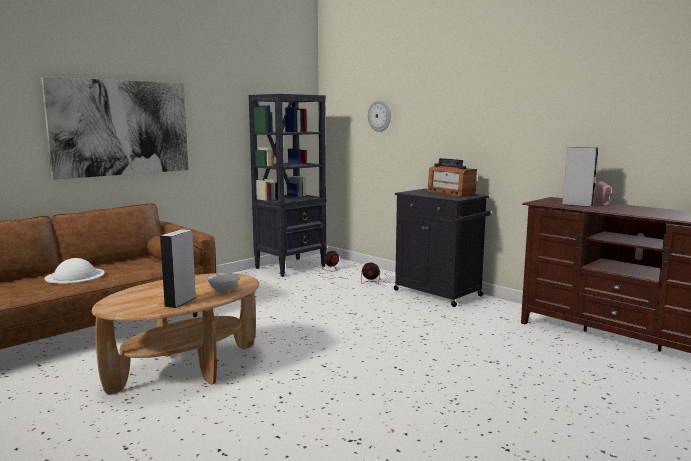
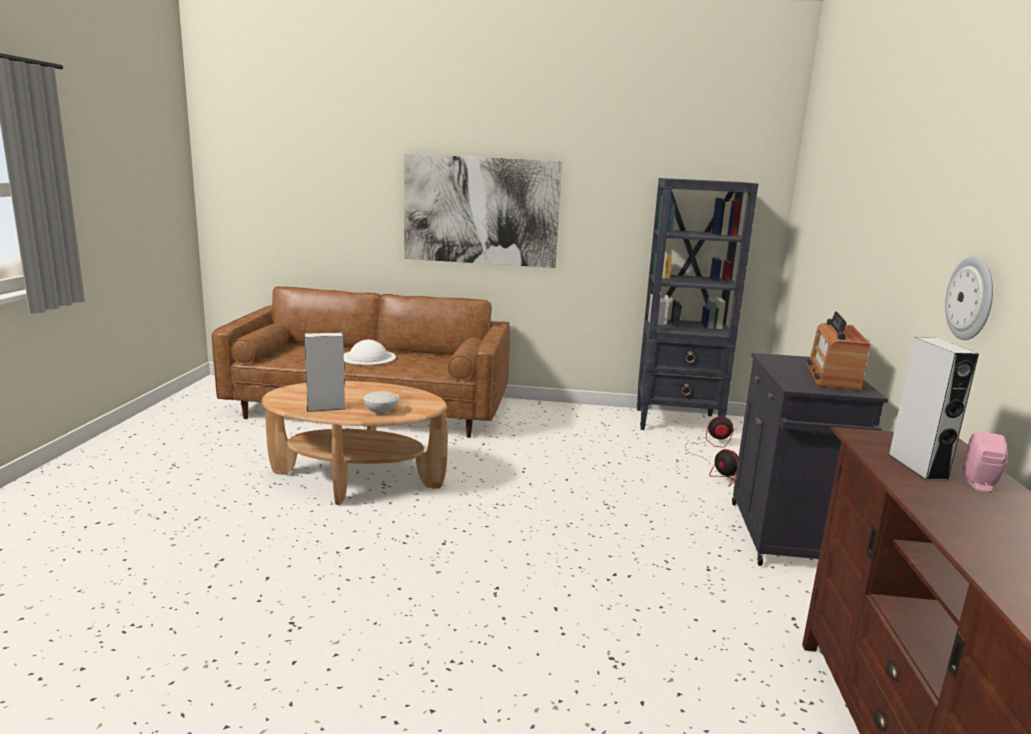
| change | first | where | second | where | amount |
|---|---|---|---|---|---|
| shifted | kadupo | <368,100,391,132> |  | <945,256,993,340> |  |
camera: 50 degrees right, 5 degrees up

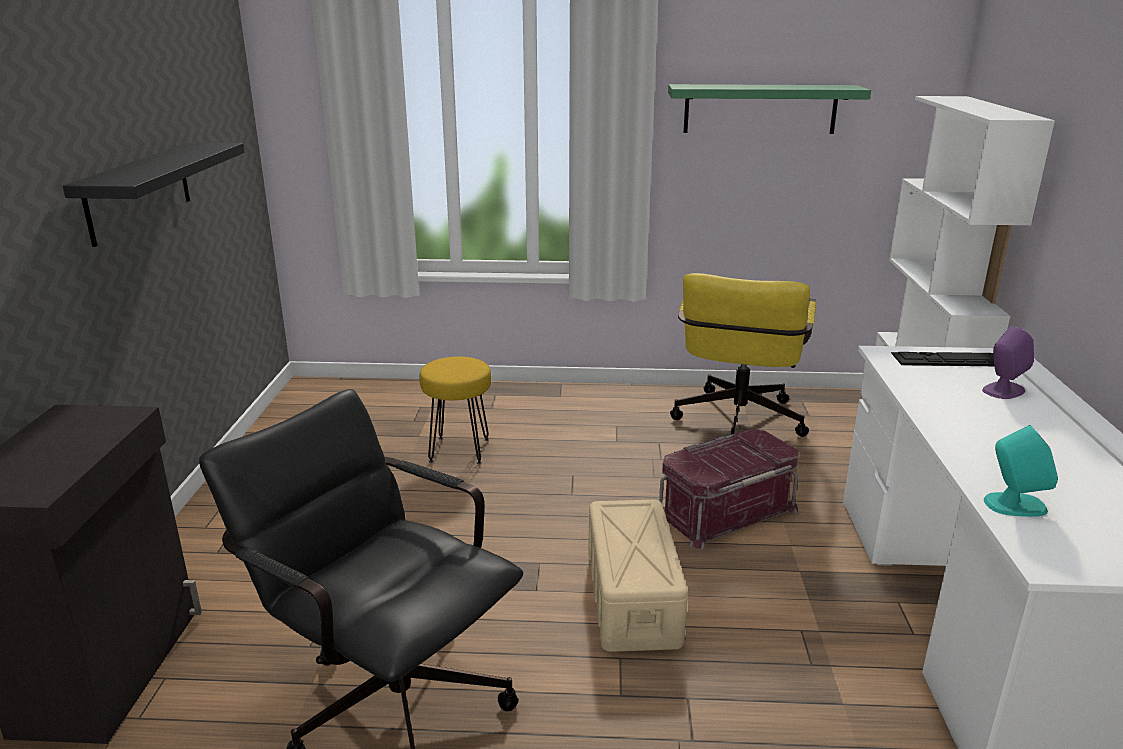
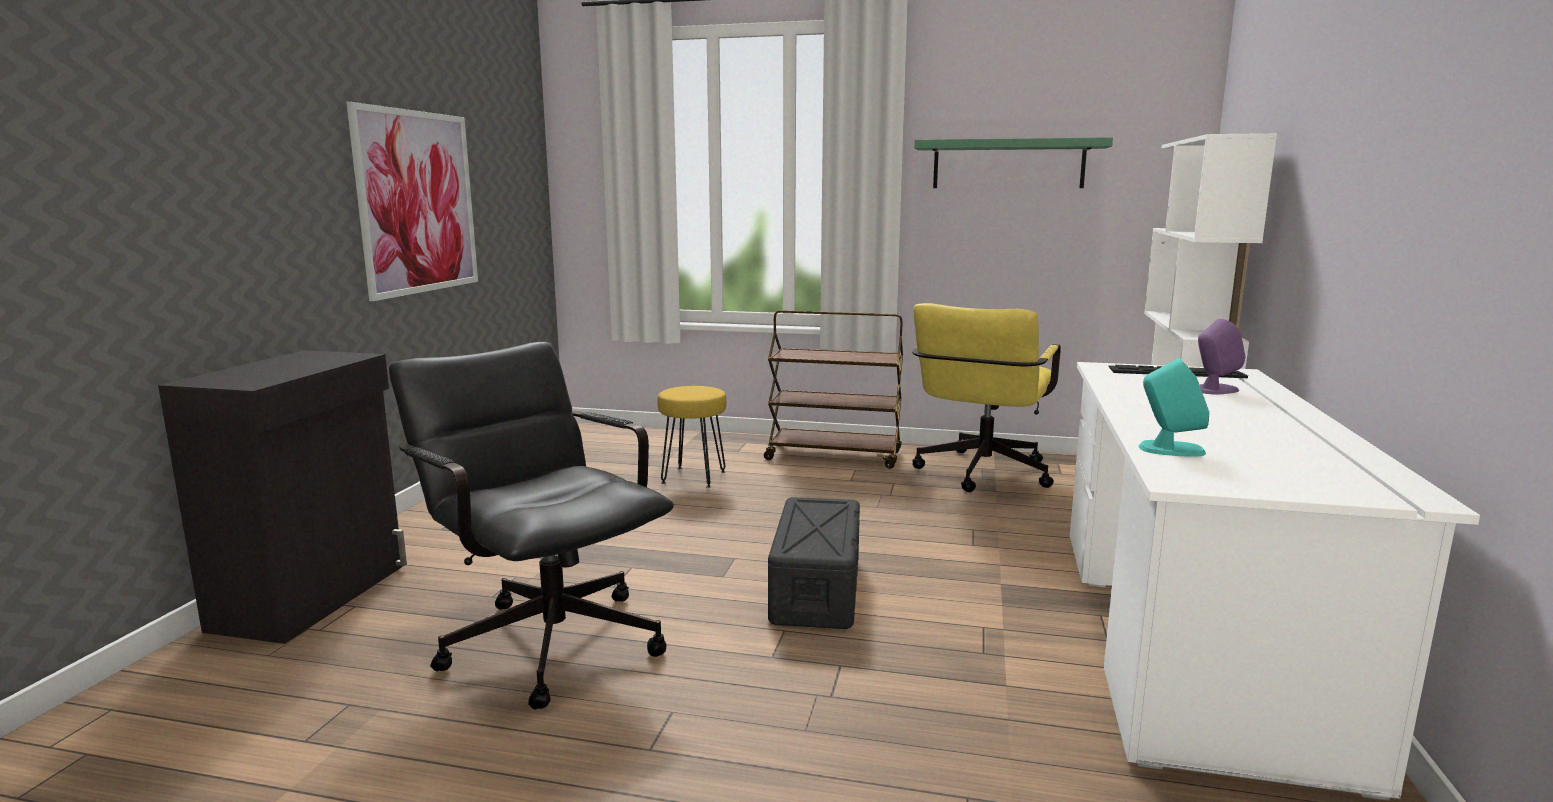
| change | first | where | second | where | amount |
|---|---|---|---|---|---|
| swapped | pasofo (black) | <63,142,245,247> | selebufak | <346,102,478,301> |  |
| repainted | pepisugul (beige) | <588,500,688,652> | pepisugul (black) | <768,497,860,629> |  |
| gone | pepisugul (red) | <659,429,799,549> |  |  |  |
| new |  |  | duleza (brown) | <764,310,903,469> |  |
camera: 10 degrees right, 10 degrees down

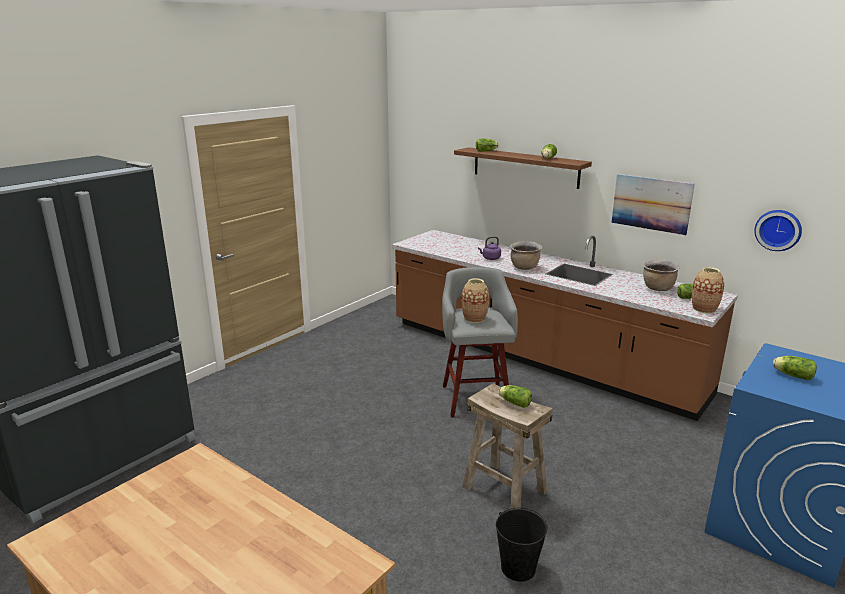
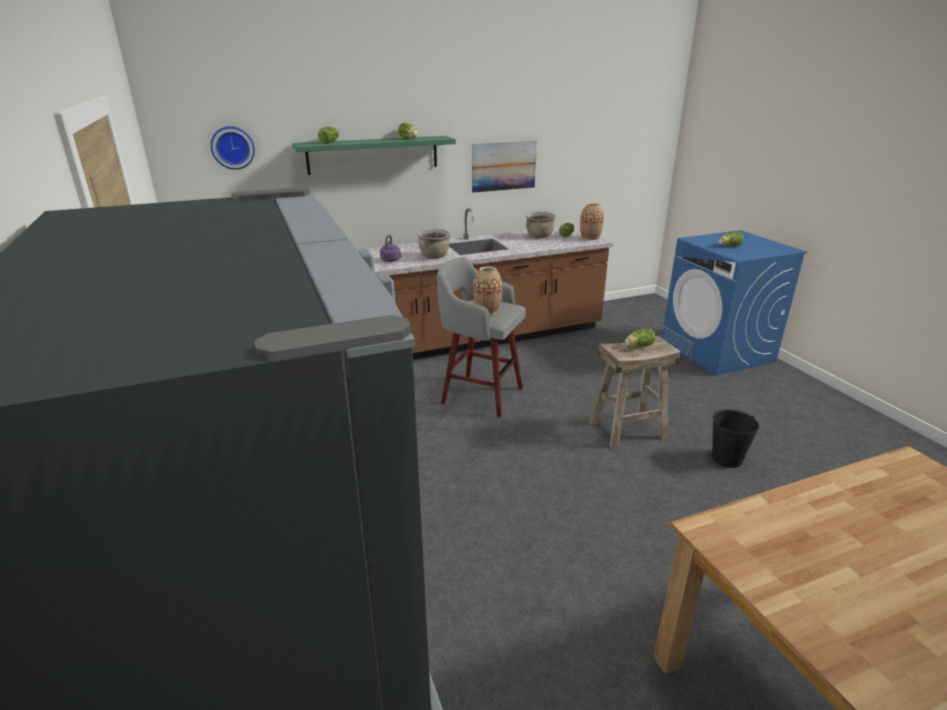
| change | first | where | second | where | amount |
|---|---|---|---|---|---|
| repainted | pasofo (brown) | <454,147,592,189> | pasofo (green) | <292,136,456,175> |  |
| shifted | kadupo | <754,210,802,251> |  | <210,126,255,170> |  |
camera: 60 degrees left, 5 degrees up

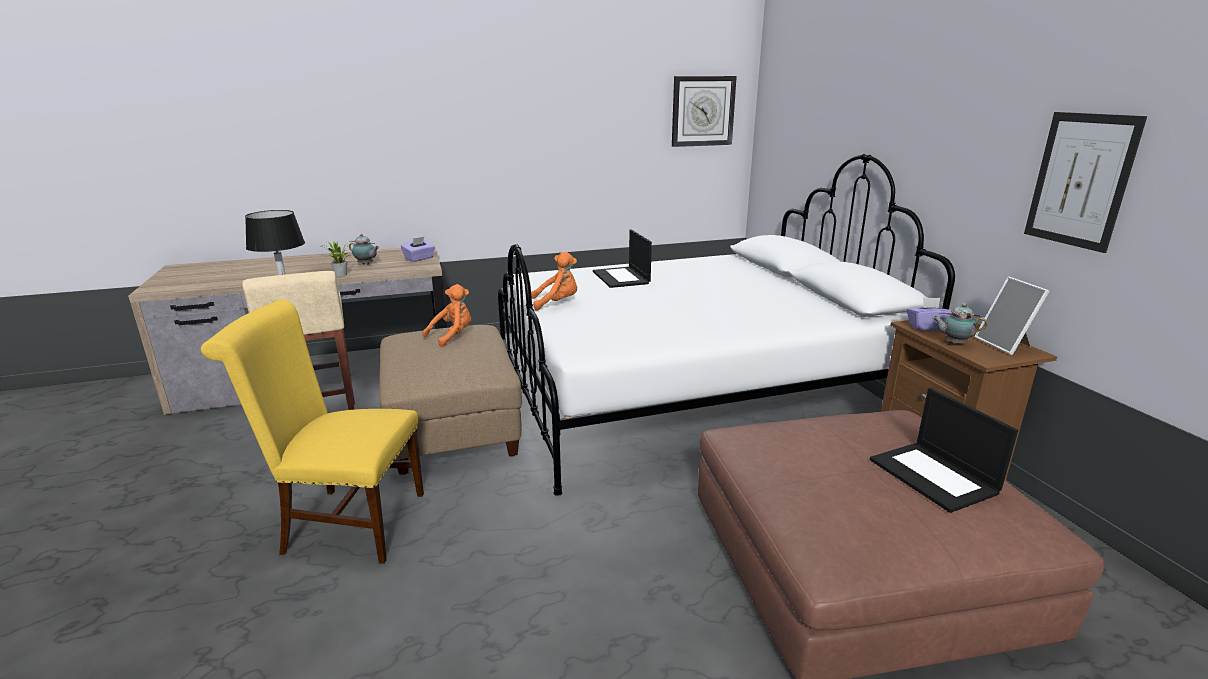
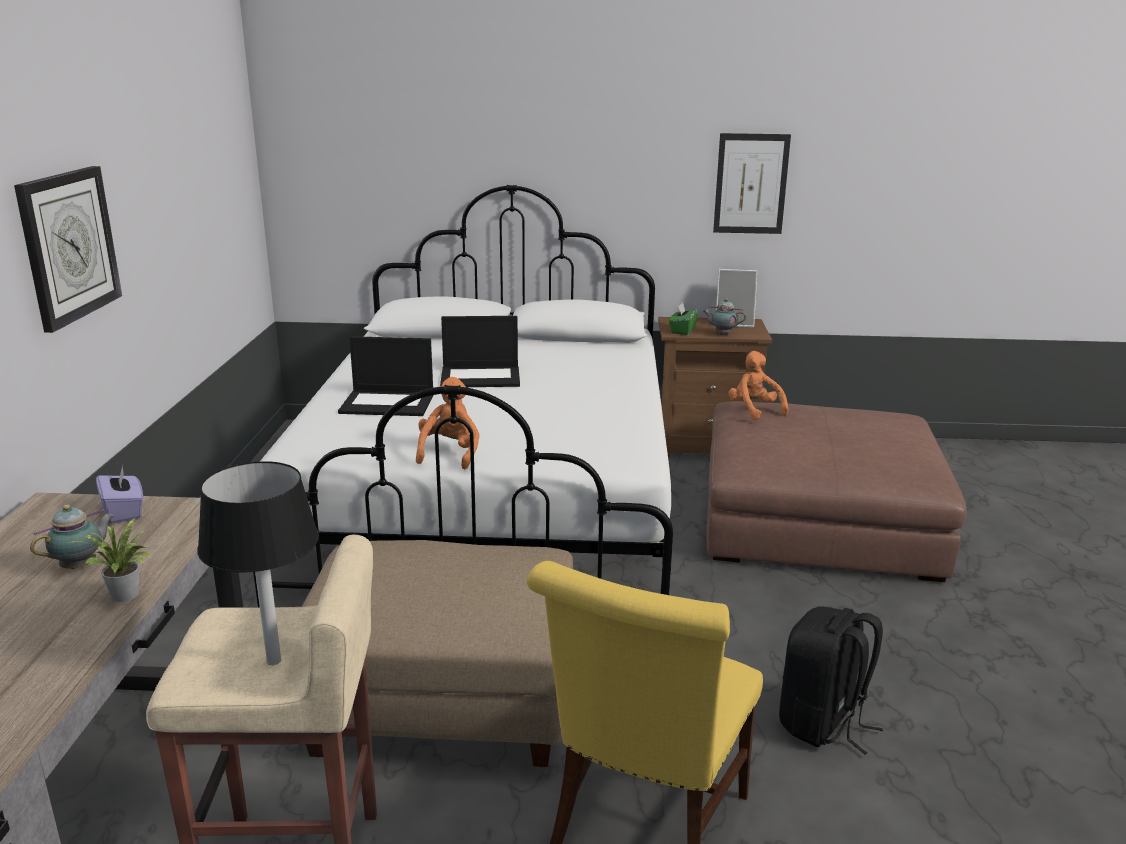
| change | first | where | second | where | amount |
|---|---|---|---|---|---|
| shifted | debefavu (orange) | <422,284,471,347> |  | <728,351,789,420> |  |
| shifted | kadupo | <672,76,737,147> |  | <14,166,122,333> |  |
| shifted | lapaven | <870,388,1018,513> |  | <440,316,520,387> |  |
| repainted | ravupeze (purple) | <907,297,952,330> | ravupeze (green) | <669,303,698,335> |  |
| rotated | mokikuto | <932,303,988,344> |  | <703,298,746,335> | 75 degrees clockwise |
| new |  |  | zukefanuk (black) | <779,606,883,755> |  |
camera: 70 degrees left, 0 degrees up

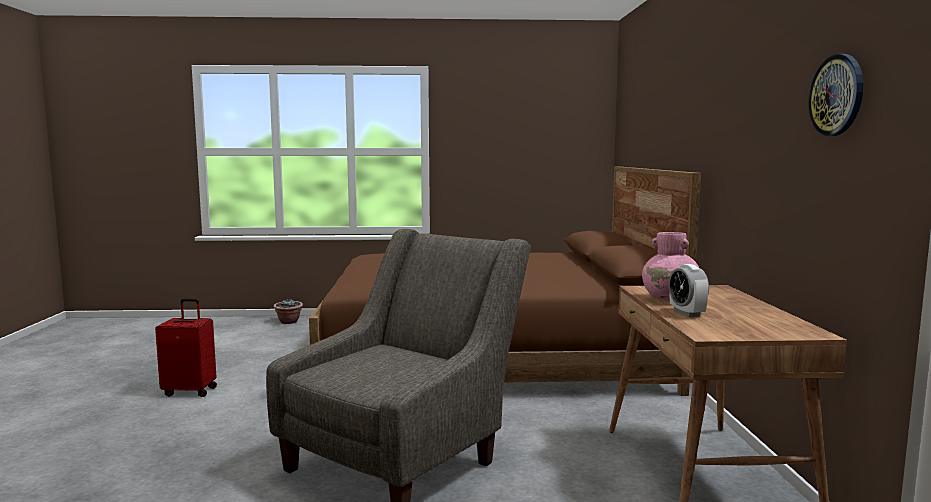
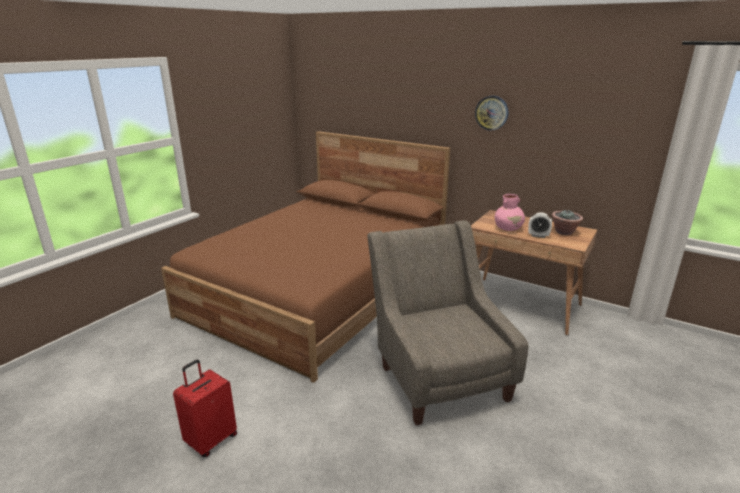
| change | first | where | second | where | amount |
|---|---|---|---|---|---|
| shifted | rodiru | <273,299,303,324> |  | <552,210,583,235> |  |
| shifted | kadupo | <808,54,863,136> |  | <475,96,508,131> |  |
camera: 55 degrees left, 15 degrees up

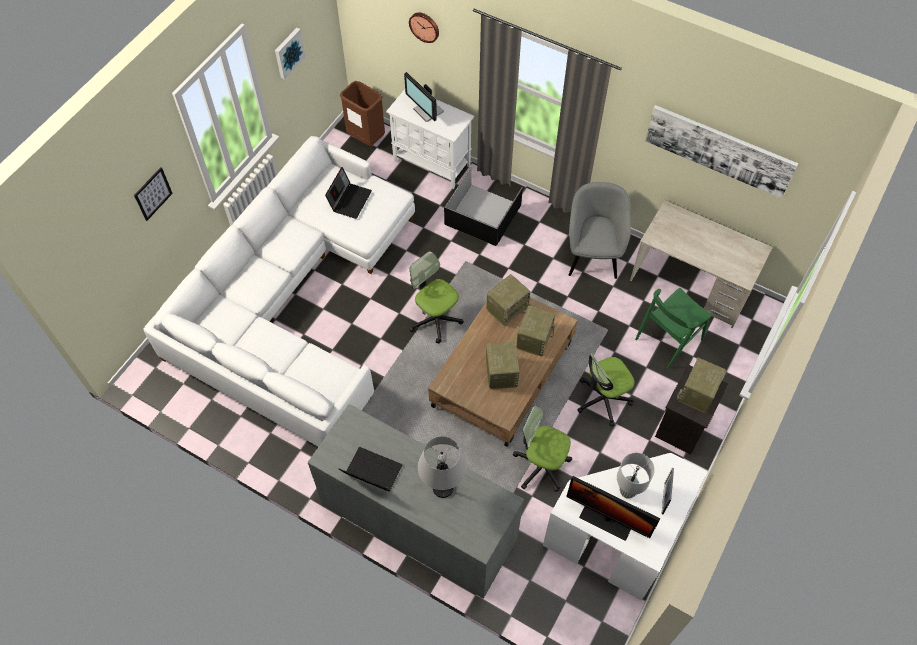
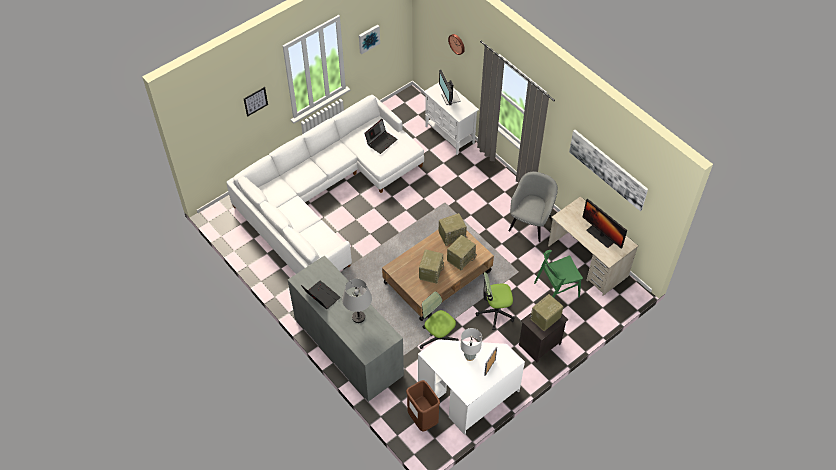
| change | first | where | second | where | amount |
|---|---|---|---|---|---|
| shifted | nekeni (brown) | <340,81,385,146> |  | <406,380,440,432> |  |
| gone | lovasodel | <409,251,464,343> |  |  |  |
| gone | pepisugul (black) | <444,167,523,246> |  |  |  |
| shifted | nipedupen | <566,476,660,541> |  | <583,199,627,248> |  |
camera: 20 degrees right, 5 degrees down

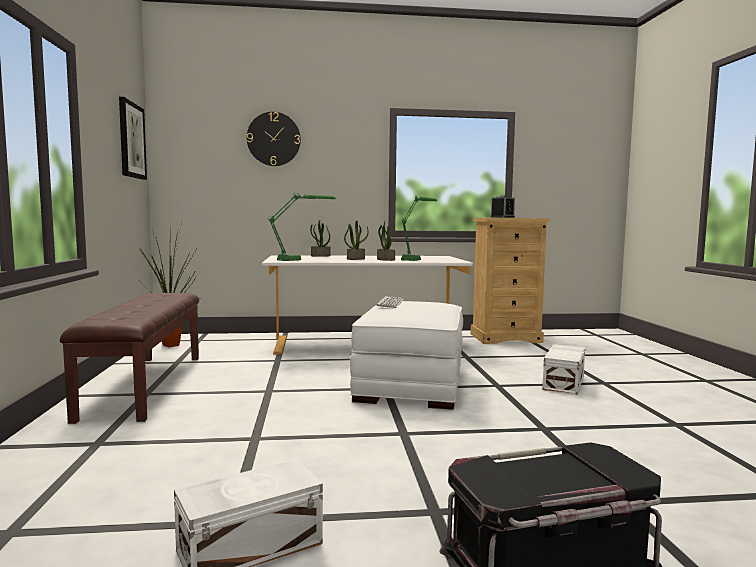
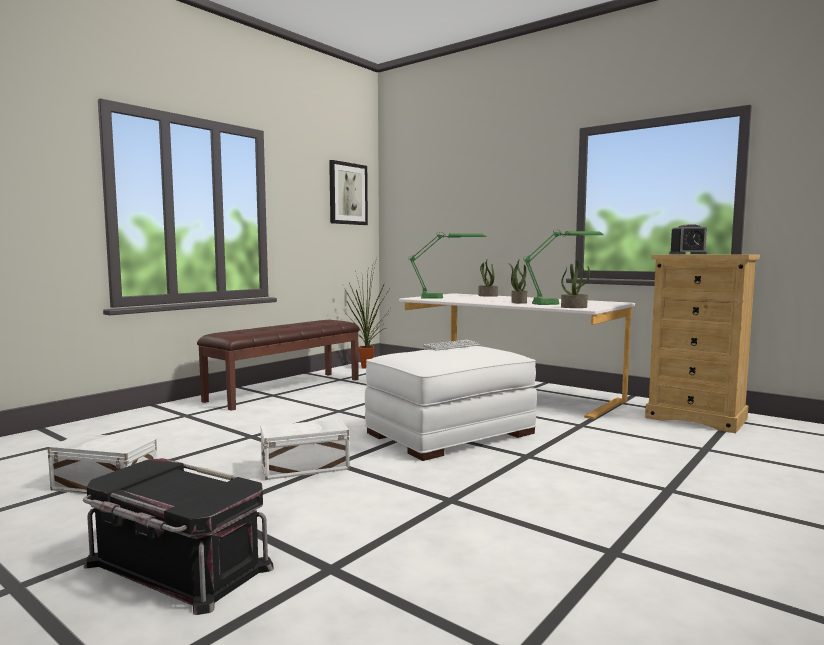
| change | first | where | second | where | amount |
|---|---|---|---|---|---|
| gone | kadupo | <247,112,301,166> |  |  |  |
| shifted | rodiru | <344,221,369,260> |  | <561,260,590,308> |  |
| shifted | pepisugul (white) | <542,344,585,395> |  | <261,419,350,480> |  |
camera: 45 degrees right, 0 degrees up

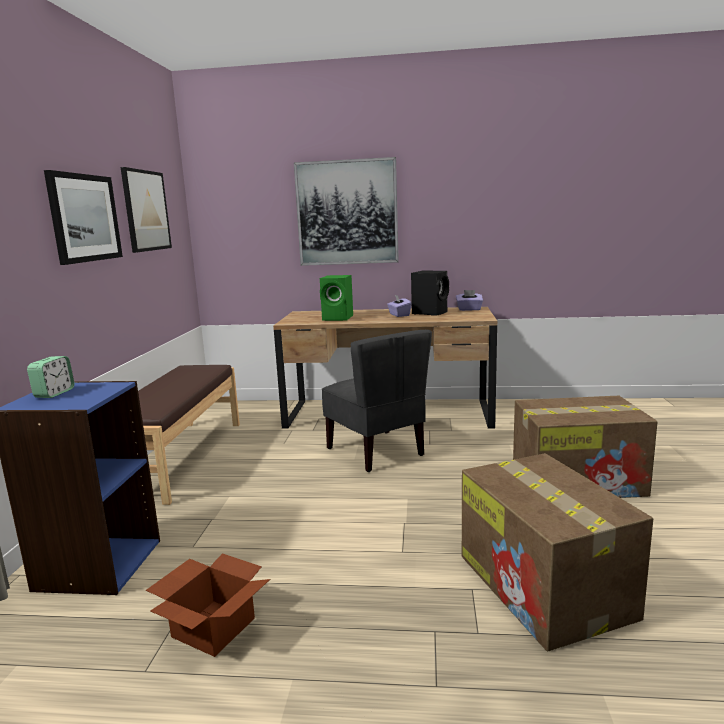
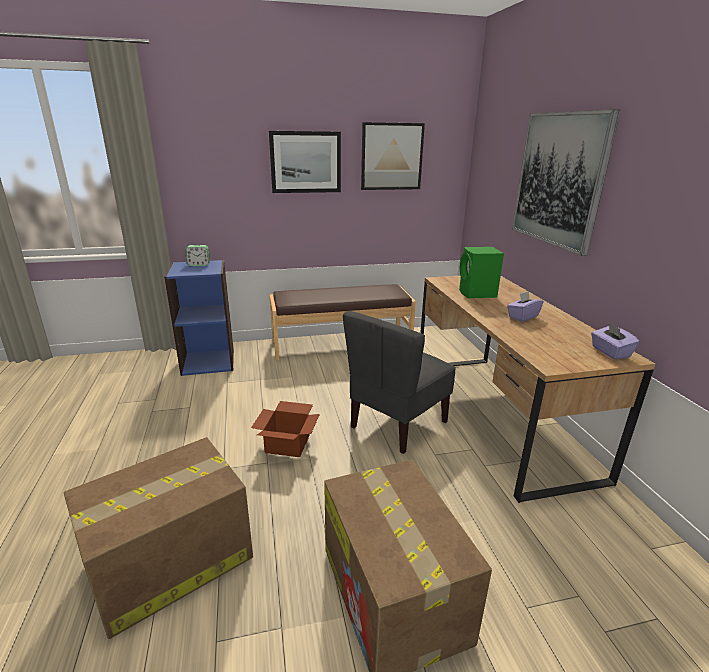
| change | first | where | second | where | amount |
|---|---|---|---|---|---|
| shifted | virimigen | <146,553,271,657> |  | <251,401,320,457> |  |
| gone | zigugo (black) | <411,270,449,316> |  |  |  |
camera: 70 degrees right, 10 degrees up

